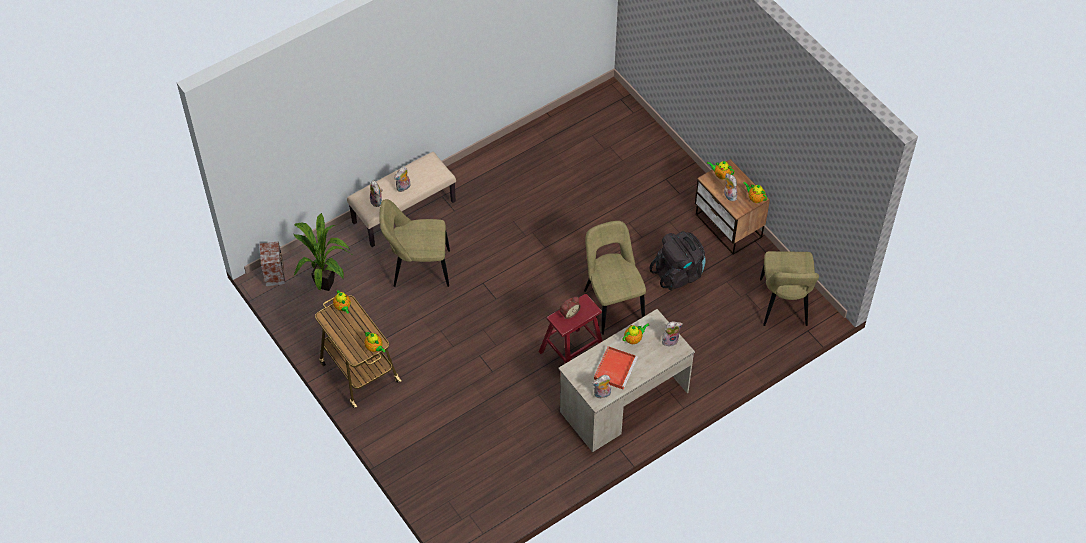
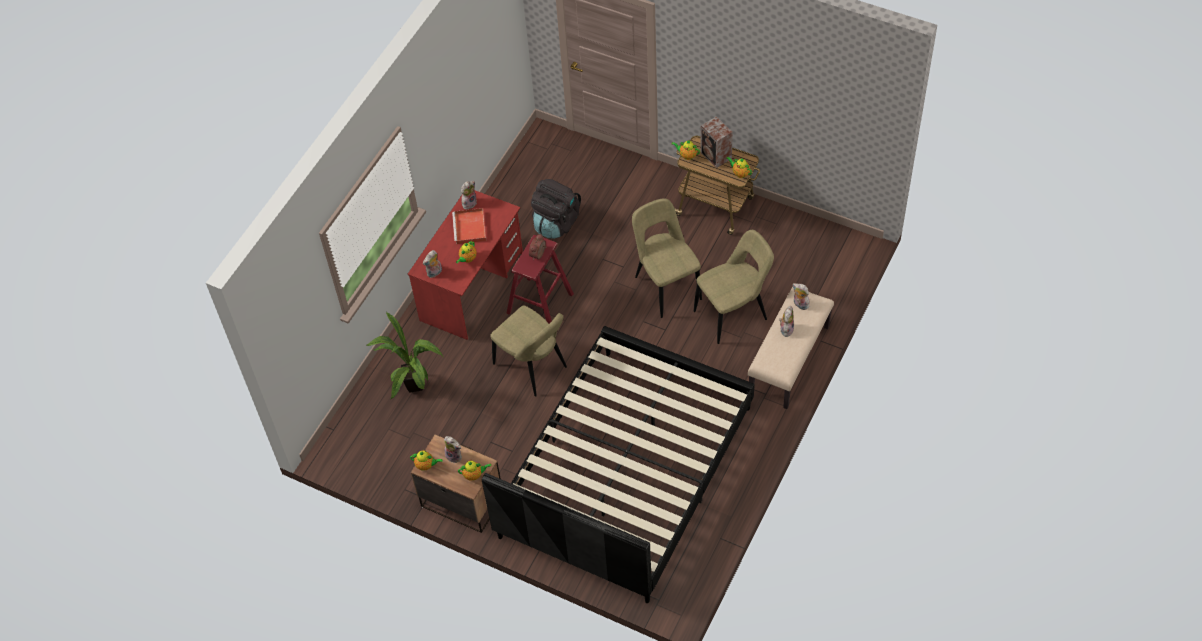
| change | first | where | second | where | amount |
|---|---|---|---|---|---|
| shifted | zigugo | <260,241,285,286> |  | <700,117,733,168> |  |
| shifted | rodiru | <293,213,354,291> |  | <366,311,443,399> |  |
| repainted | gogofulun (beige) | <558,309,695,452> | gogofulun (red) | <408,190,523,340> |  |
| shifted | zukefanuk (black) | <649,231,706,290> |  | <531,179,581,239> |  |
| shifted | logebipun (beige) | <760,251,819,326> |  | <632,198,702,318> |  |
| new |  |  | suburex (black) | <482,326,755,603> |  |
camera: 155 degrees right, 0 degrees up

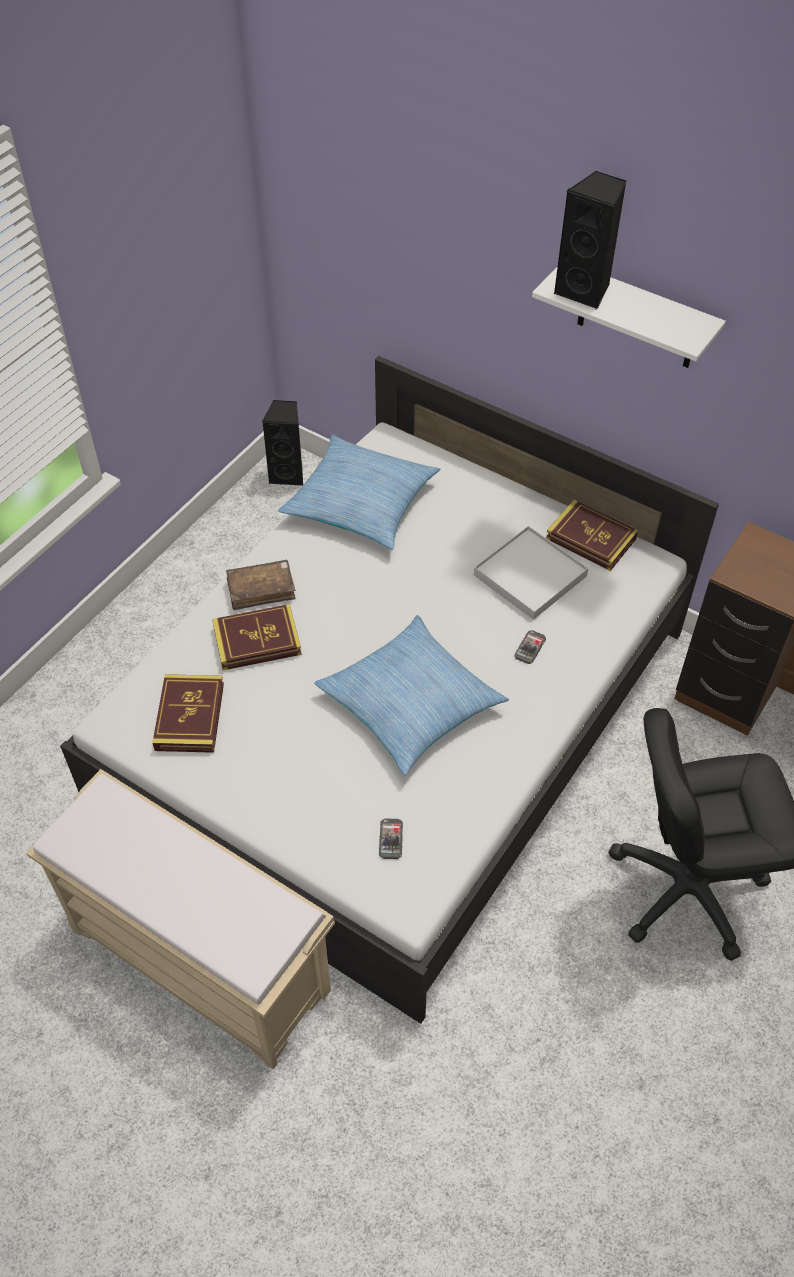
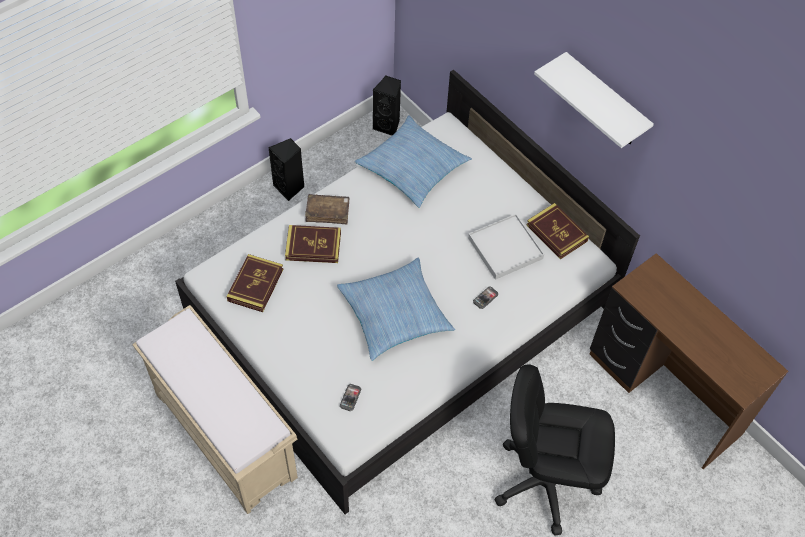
| change | first | where | second | where | amount |
|---|---|---|---|---|---|
| shifted | zigugo (black) | <554,171,626,309> |  | <269,138,304,201> |  |
camera: 15 degrees right, 5 degrees up

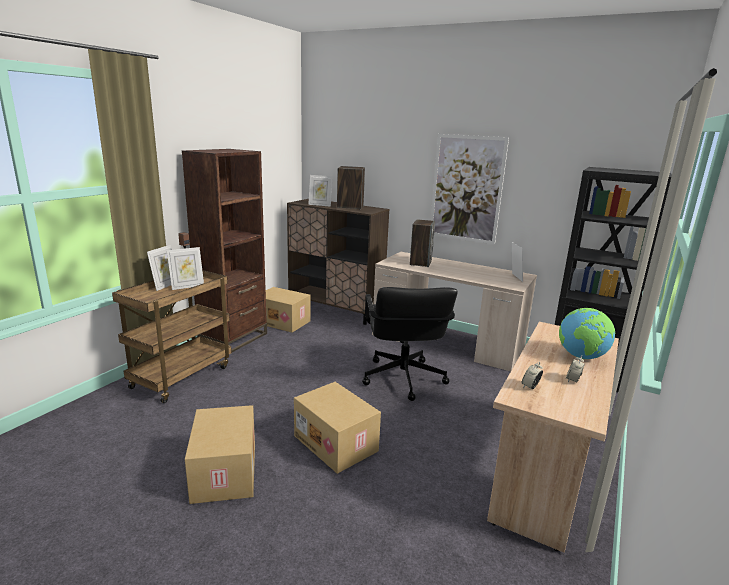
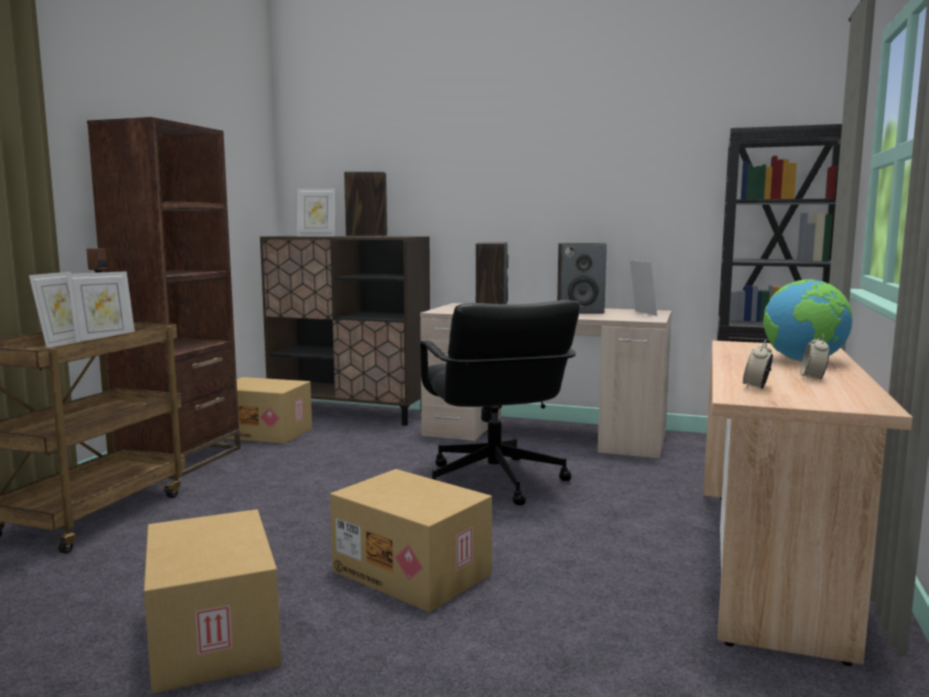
| change | first | where | second | where | amount |
|---|---|---|---|---|---|
| gone | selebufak | <431,134,509,245> |  |  |  |
| new |  |  | zigugo | <557,243,607,313> |  |
camera: 10 degrees left, 10 degrees down

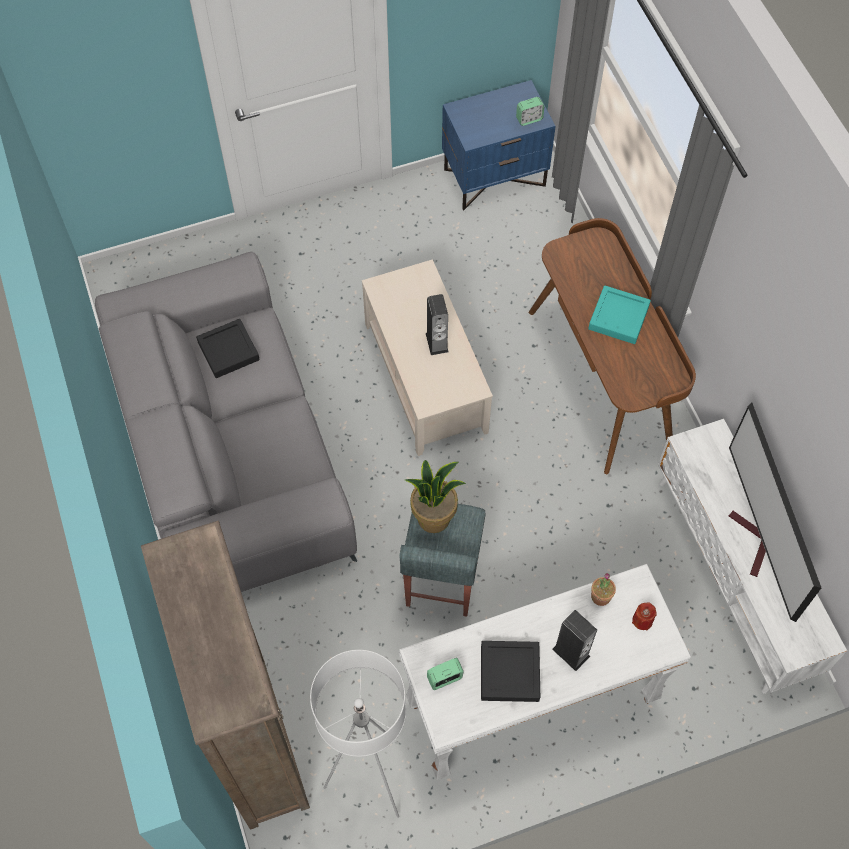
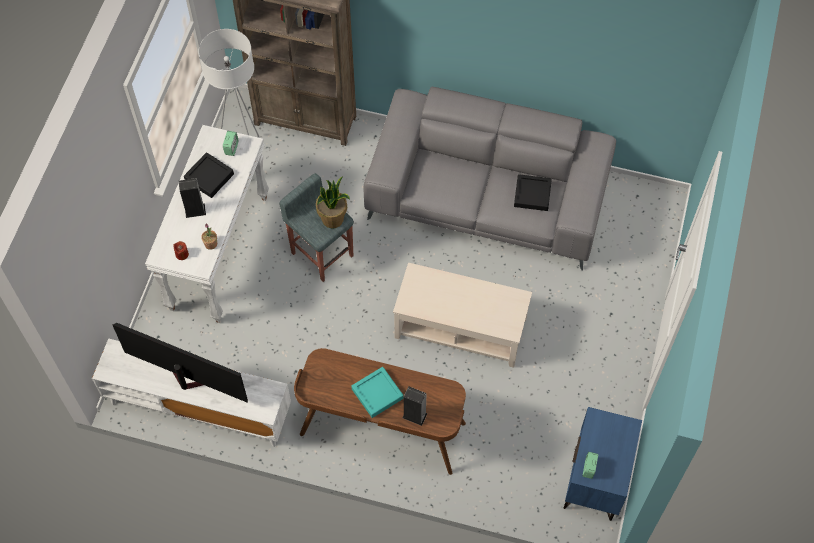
| change | first | where | second | where | amount |
|---|---|---|---|---|---|
| shifted | zigugo | <426,294,449,355> |  | <402,386,428,426> |  |
camera: 125 degrees right, 0 degrees up

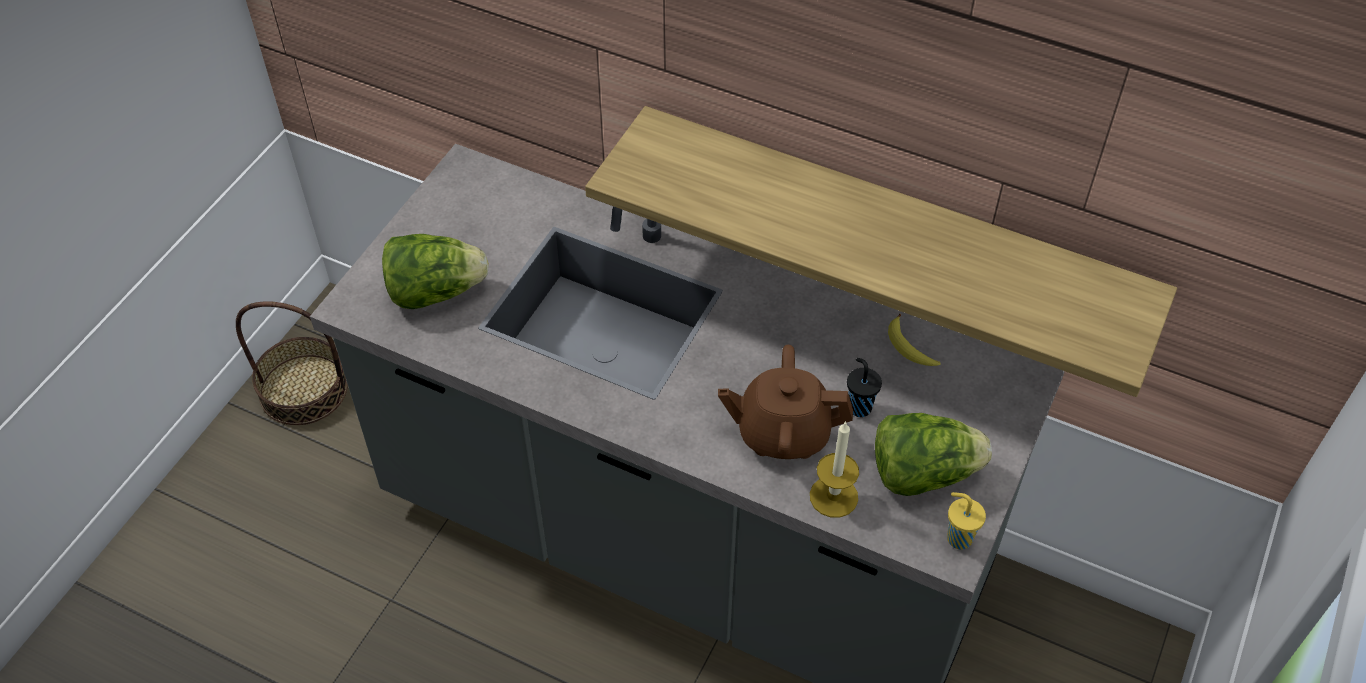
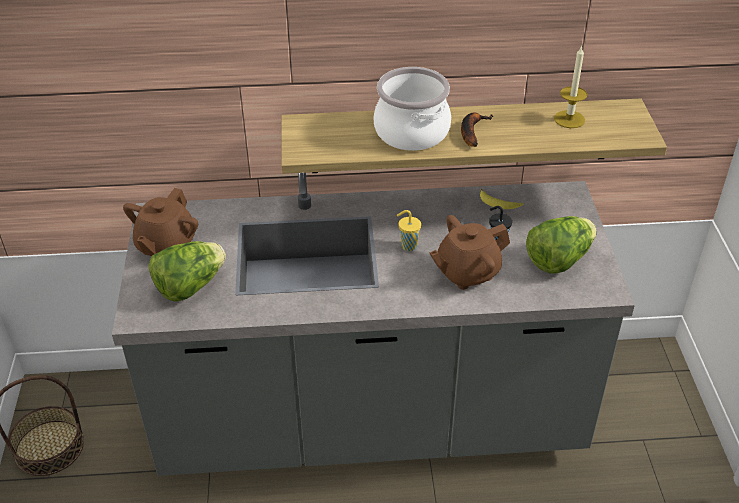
| change | first | where | second | where | amount |
|---|---|---|---|---|---|
| shifted | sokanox | <810,421,859,518> |  | <554,45,587,128> |  |
| shifted | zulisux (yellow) | <947,492,986,550> |  | <397,210,421,251> |  |
| new |  |  | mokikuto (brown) | <123,188,198,256> |  |
| new |  |  | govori | <373,67,451,151> |  |
| new |  |  | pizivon | <461,112,494,147> |  |
camera: 30 degrees left, 10 degrees down

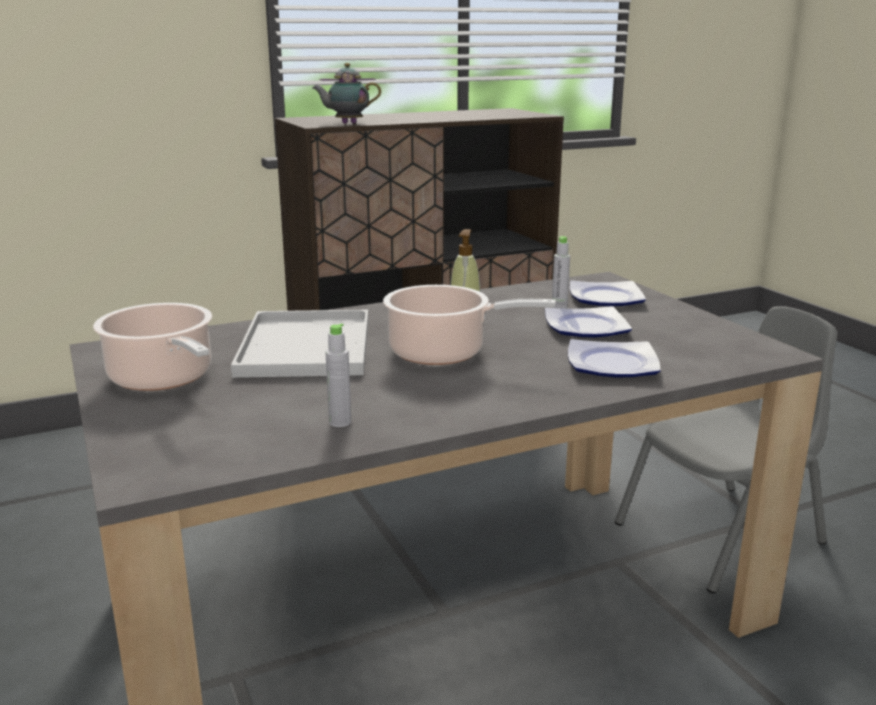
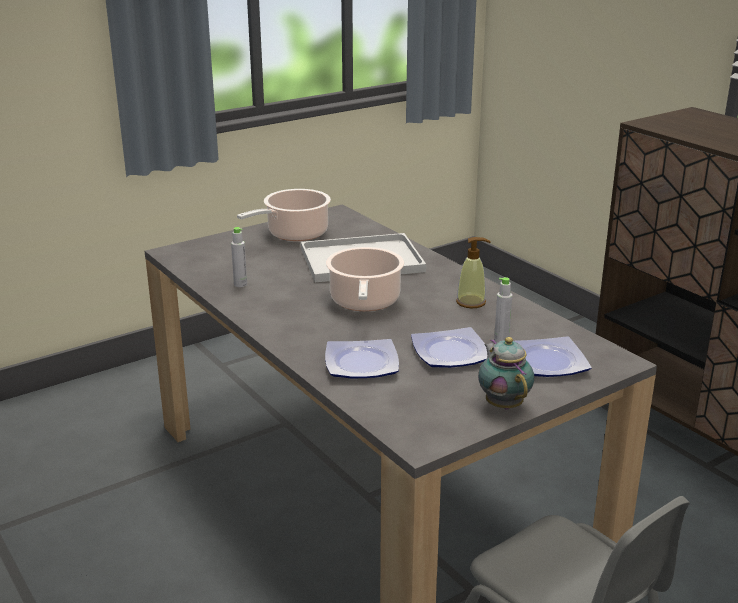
| change | first | where | second | where | amount |
|---|---|---|---|---|---|
| shifted | mokikuto | <312,63,381,124> |  | <478,337,534,409> |  |
camera: 80 degrees right, 5 degrees up

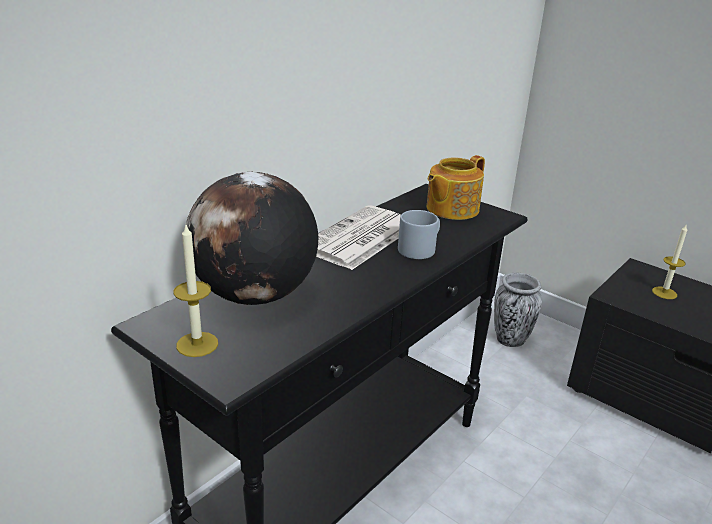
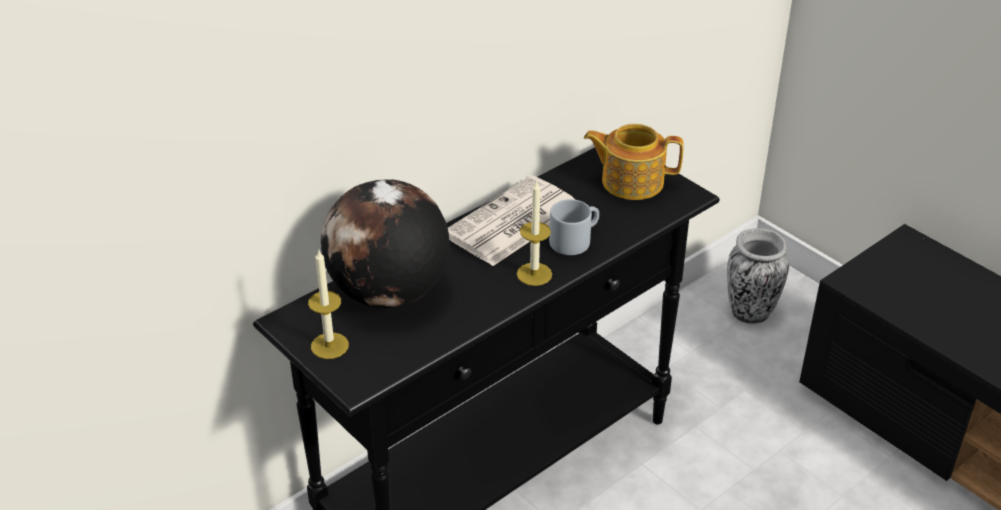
| change | first | where | second | where | amount |
|---|---|---|---|---|---|
| rotated | mokikuto | <427,155,485,220> |  | <584,124,684,200> | 45 degrees clockwise |
| shifted | sokanox | <652,225,687,299> |  | <517,180,552,286> |  |
camera: 10 degrees right, 10 degrees up

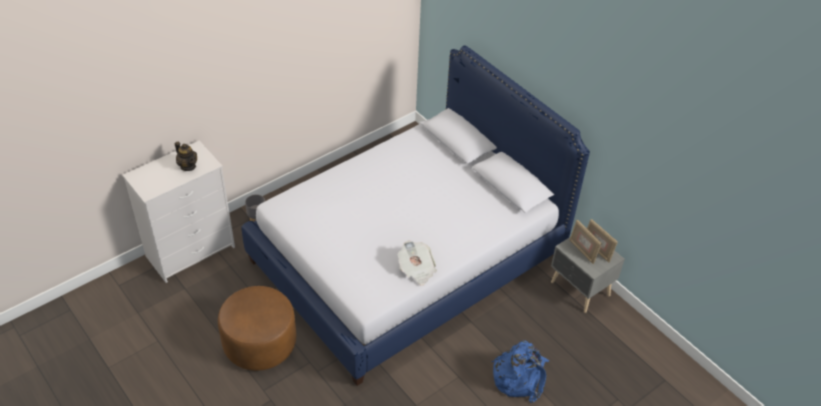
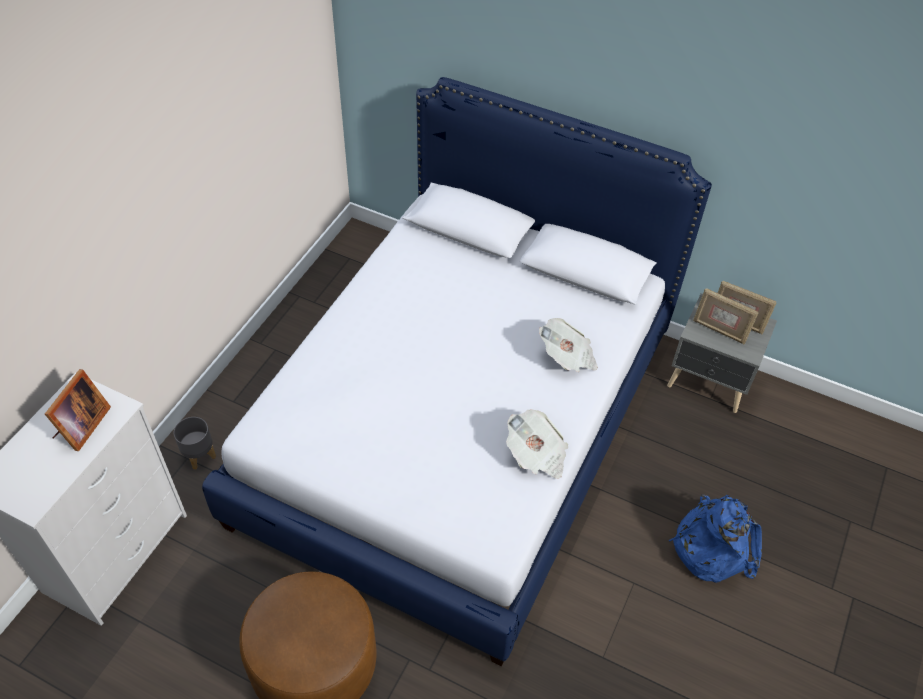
| change | first | where | second | where | amount |
|---|---|---|---|---|---|
| swapped | mokikuto | <175,142,197,171> | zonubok | <45,369,111,451> |  |
| new |  |  | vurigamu | <539,318,598,372> |  |
camera: 25 degrees left, 5 degrees up

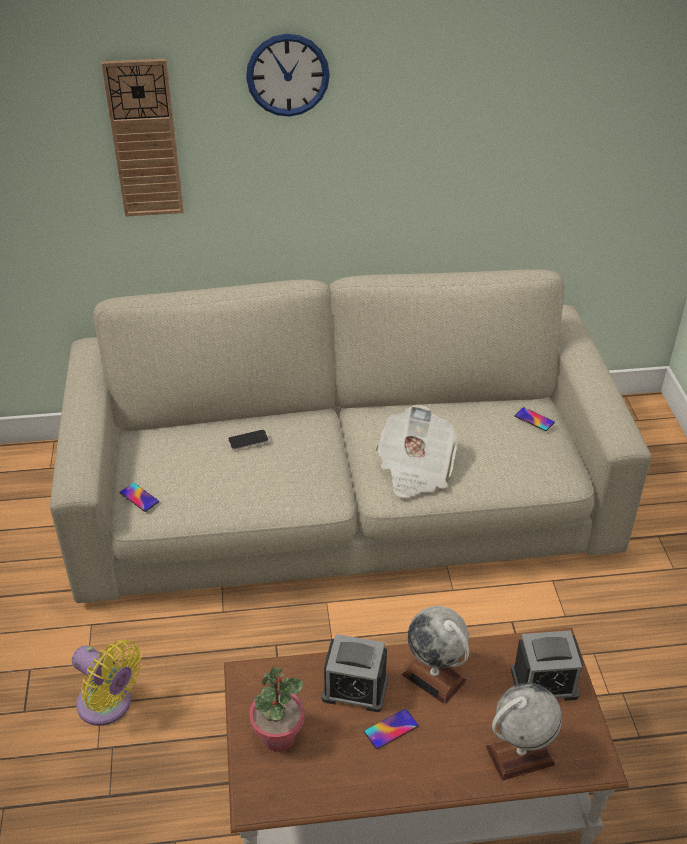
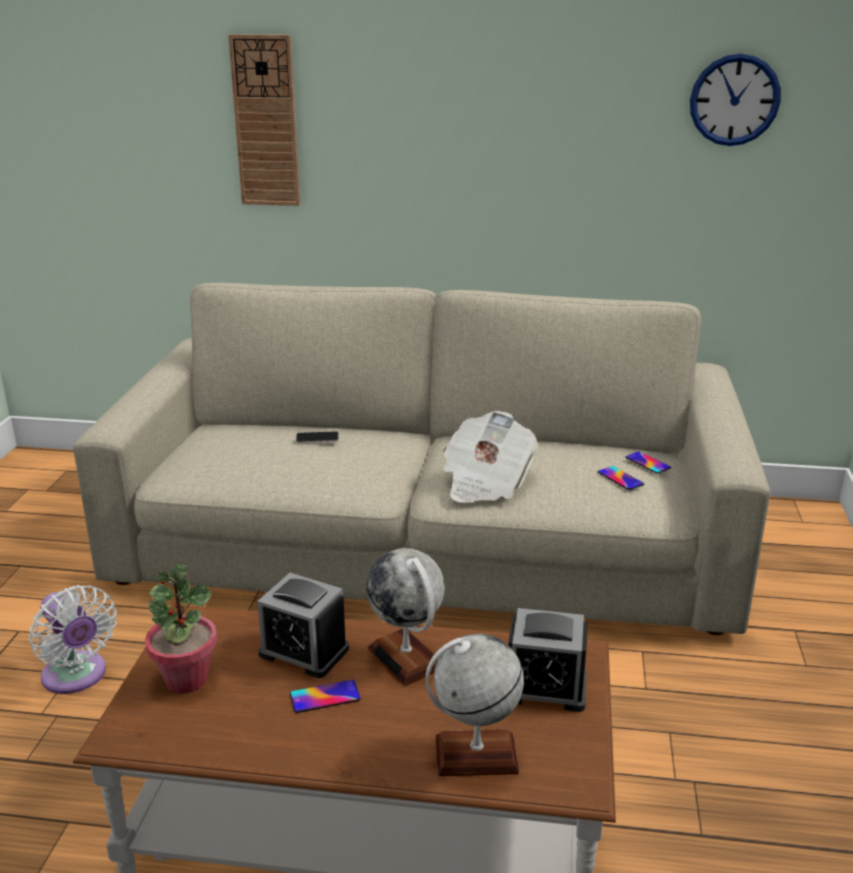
| change | first | where | second | where | amount |
|---|---|---|---|---|---|
| repainted | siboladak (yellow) | <72,640,142,726> | siboladak (white) | <29,585,117,694> |  |
| shifted | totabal | <119,483,159,512> |  | <598,466,644,490> |  |
| shifted | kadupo | <246,34,330,117> |  | <690,54,781,146> |  |
camera: 15 degrees right, 15 degrees down

